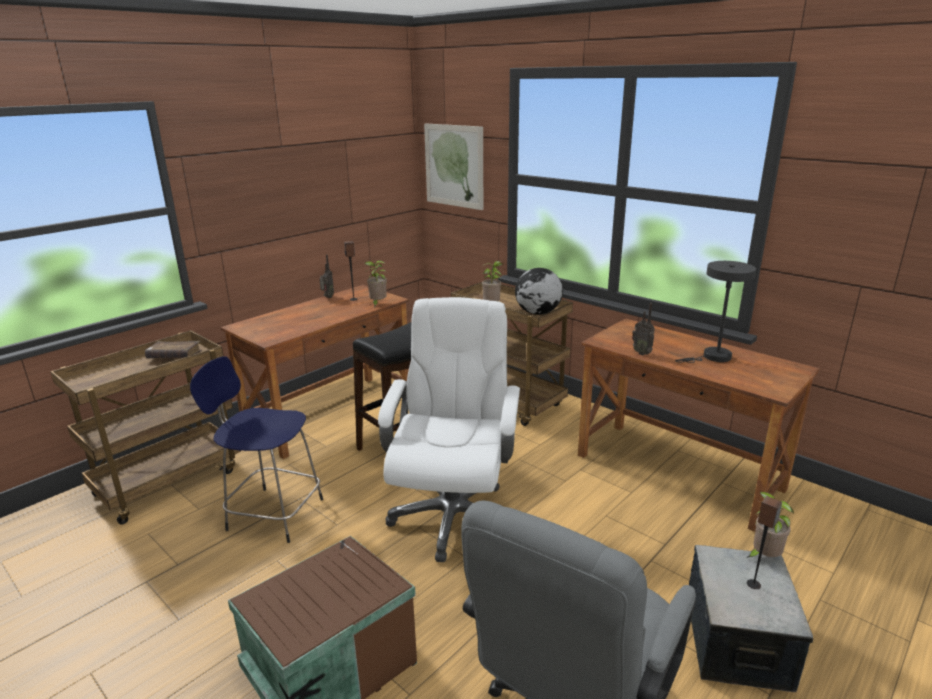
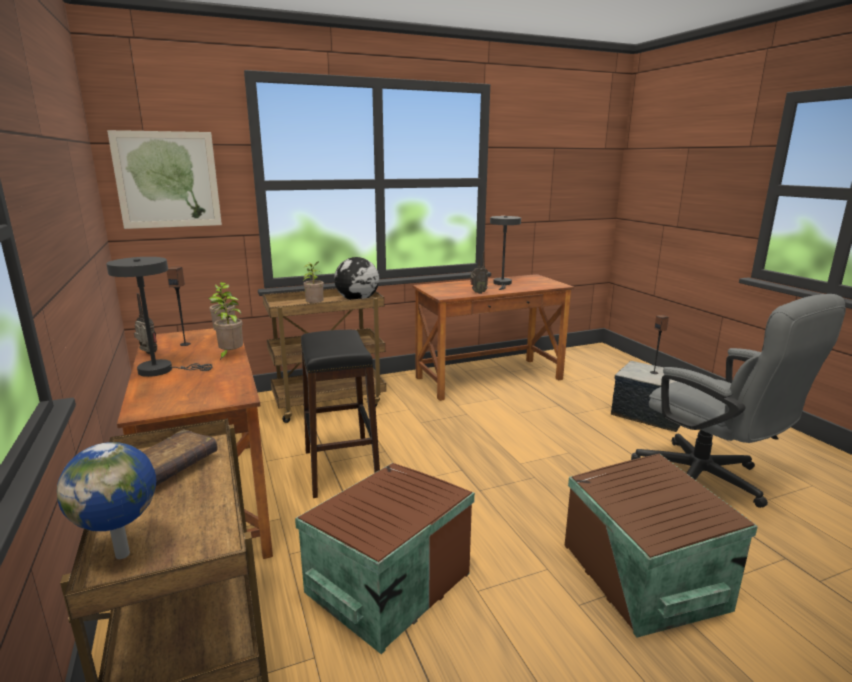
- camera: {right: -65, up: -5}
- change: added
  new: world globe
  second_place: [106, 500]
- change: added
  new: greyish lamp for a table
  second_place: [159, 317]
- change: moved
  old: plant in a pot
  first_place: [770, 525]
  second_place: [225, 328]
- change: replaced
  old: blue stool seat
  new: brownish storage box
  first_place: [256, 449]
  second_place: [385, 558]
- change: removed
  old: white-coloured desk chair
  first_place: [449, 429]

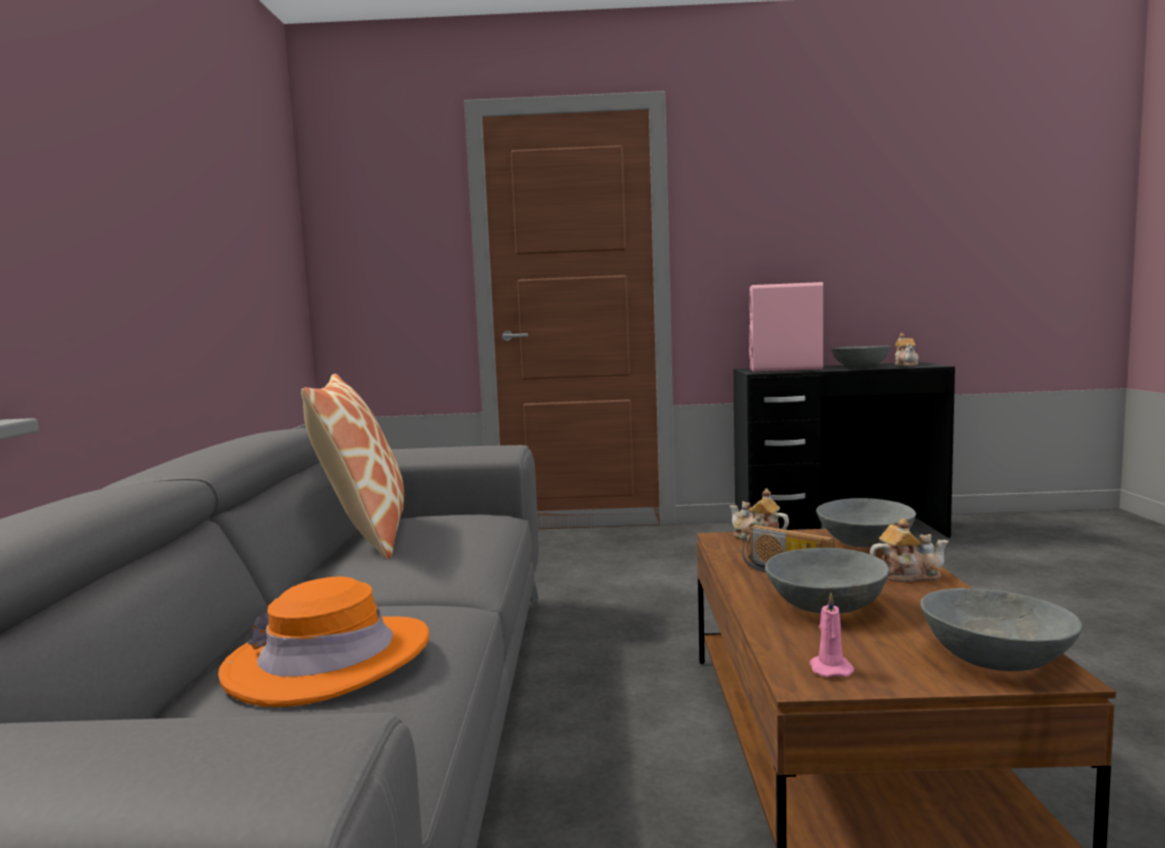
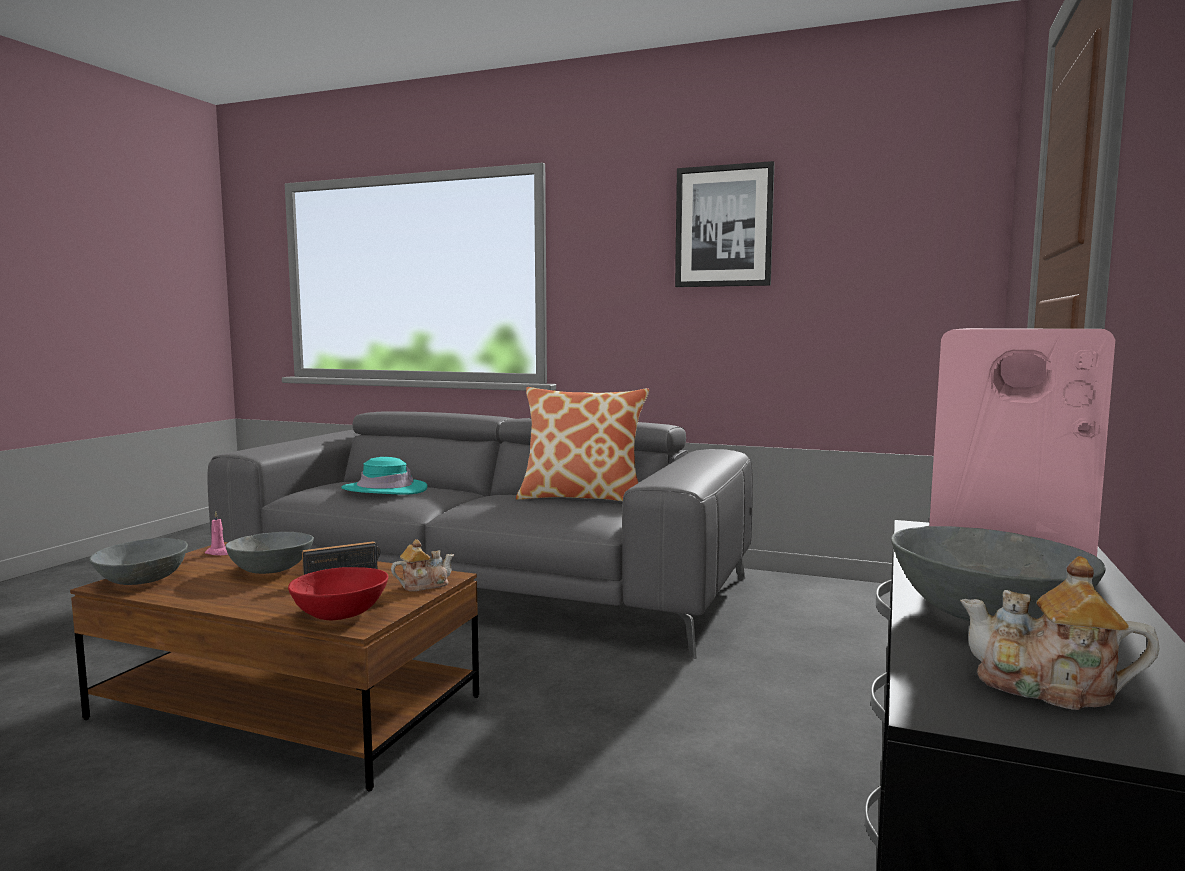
- camera: {right: 110, up: 0}
- change: recoloured
  old: greyish serving bowl
  new: reddish serving bowl
  first_place: [866, 523]
  second_place: [338, 593]
- change: recoloured
  old: orange-coloured hat
  new: turquoise-coloured hat
  first_place: [323, 641]
  second_place: [384, 476]
- change: added
  new: picture
  second_place: [725, 224]
- change: removed
  old: pot for tea
  first_place: [909, 550]

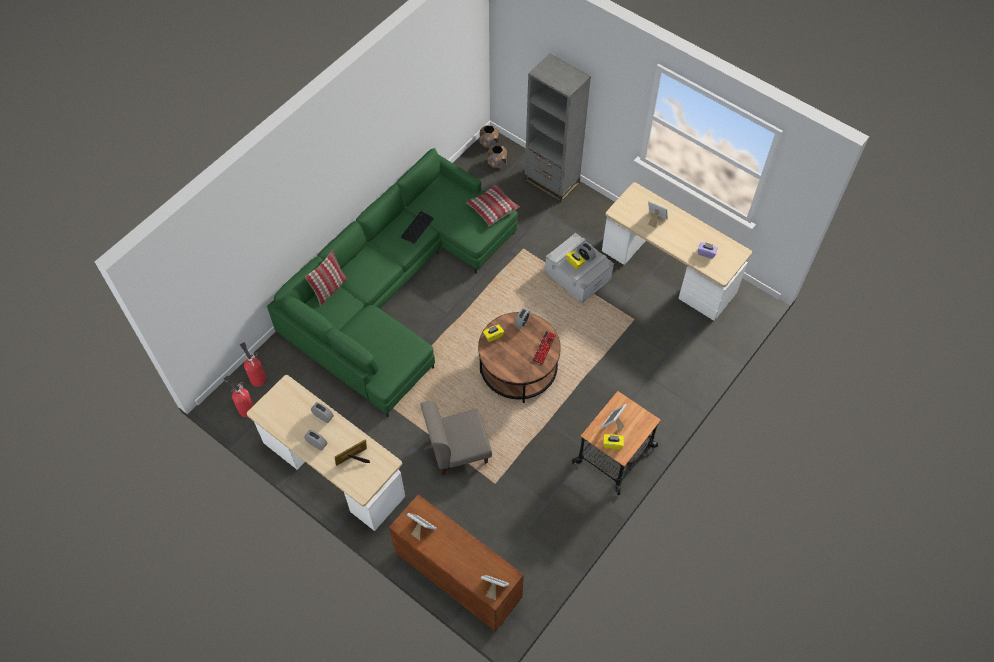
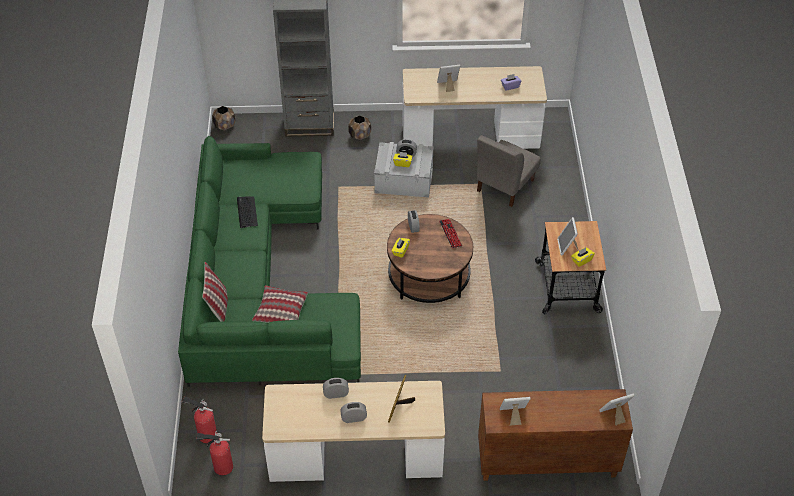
- camera: {right: -40, up: -10}
- change: moved
  old: pillow
  first_place: [493, 205]
  second_place: [280, 304]
- change: moved
  old: brownish plant pot
  first_place: [497, 156]
  second_place: [359, 128]
- change: moved
  old: greyish upright chair
  first_place: [456, 438]
  second_place: [509, 171]

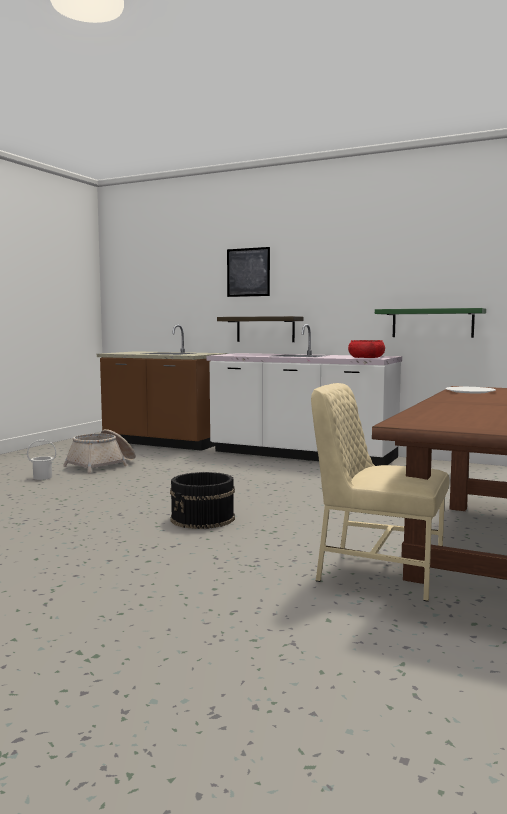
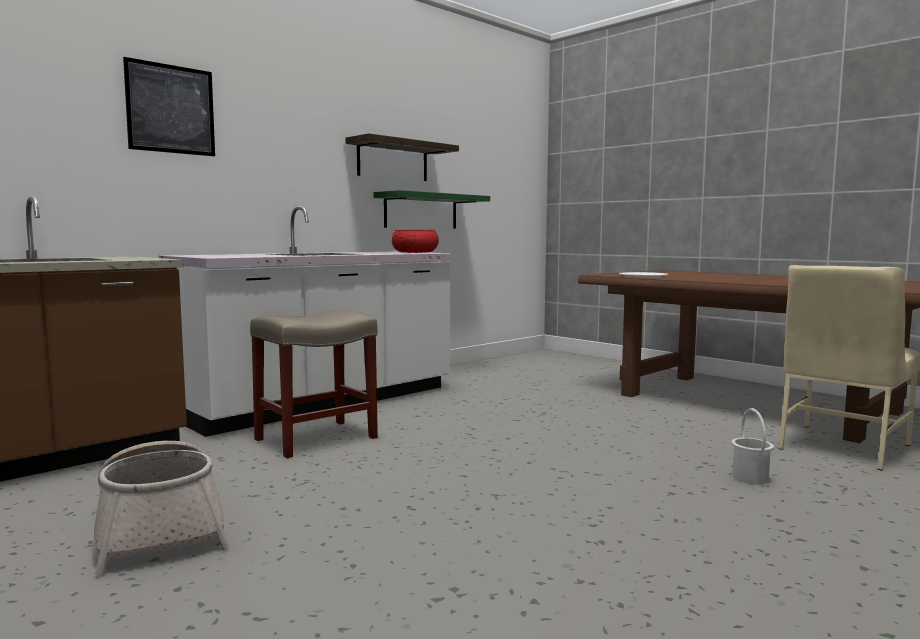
- camera: {right: -70, up: 0}
- change: added
  new: sand-coloured stool seat
  second_place: [314, 384]
- change: moved
  old: bracket shelf
  first_place: [260, 329]
  second_place: [402, 157]
- change: moved
  old: white-coloured pail
  first_place: [41, 460]
  second_place: [752, 446]
- change: removed
  old: blackish pail
  first_place: [202, 500]

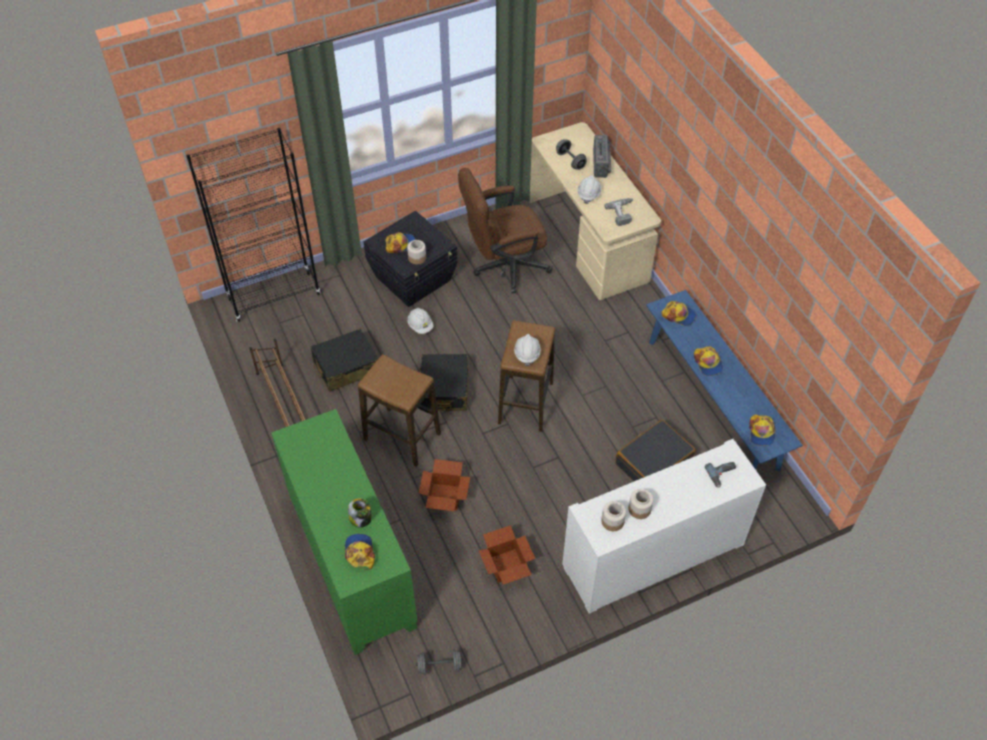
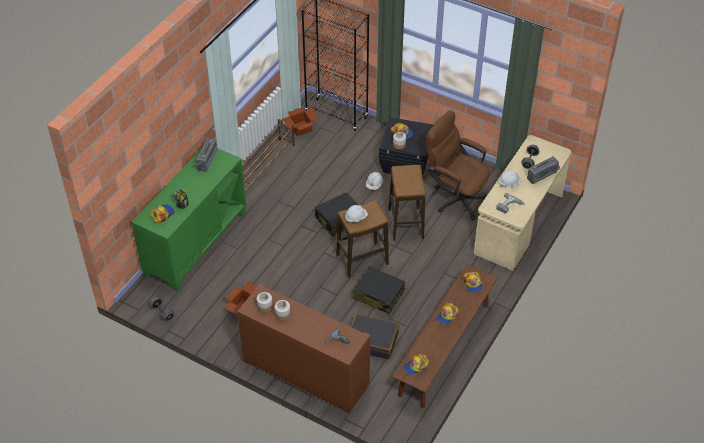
- camera: {right: 55, up: -5}
- change: added
  new: radio
  second_place: [205, 155]
- change: recoloured
  old: white-coloured cabinet
  new: brownish cabinet
  first_place: [664, 526]
  second_place: [304, 349]
- change: moved
  old: cardboard box
  first_place: [444, 485]
  second_place: [300, 121]
- change: moved
  old: blackish suitcase
  first_place: [344, 360]
  second_place: [379, 290]
- change: moved
  old: stool seat
  first_place: [399, 410]
  second_place: [407, 203]
- change: recoloured
  old: blue bench
  new: brownish bench
  first_place: [724, 380]
  second_place: [445, 336]

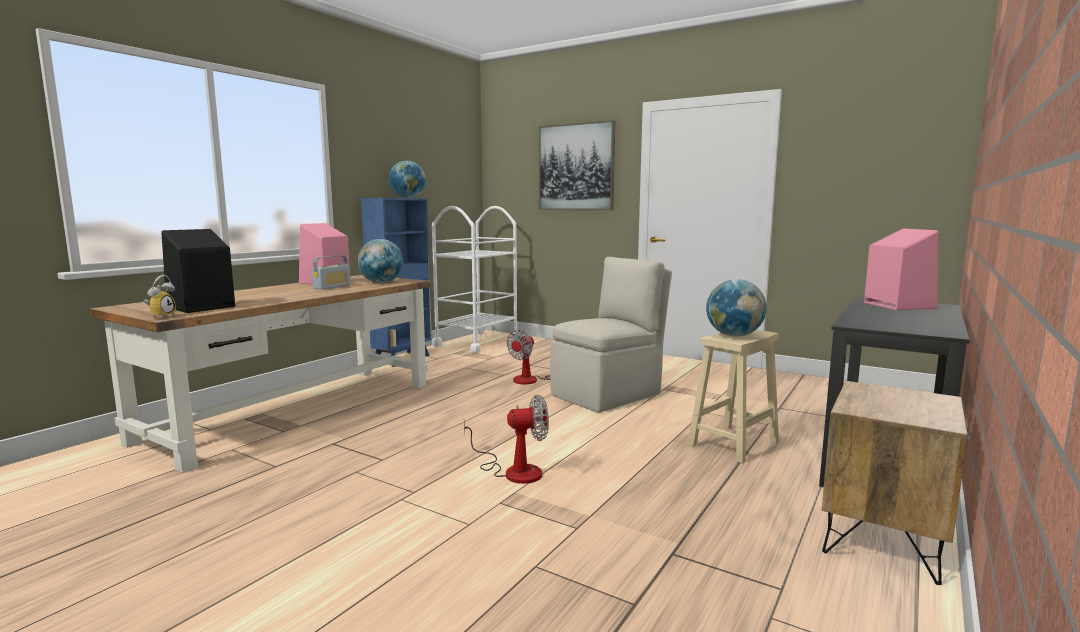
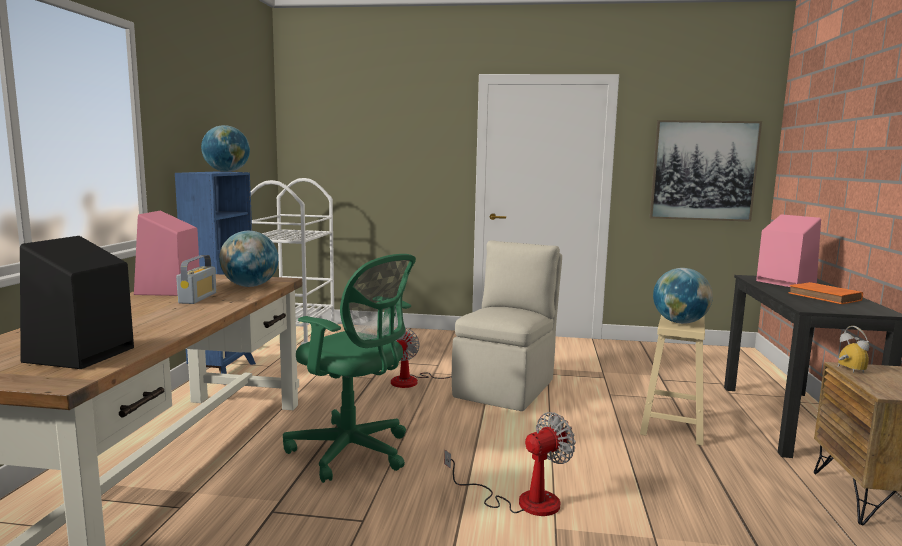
- camera: {right: -25, up: 0}
- change: added
  new: greenish desk chair
  second_place: [349, 368]
- change: moved
  old: picture
  first_place: [577, 165]
  second_place: [706, 171]
- change: added
  new: orange-coloured volume
  second_place: [826, 293]
- change: moved
  old: table clock
  first_place: [160, 297]
  second_place: [853, 349]

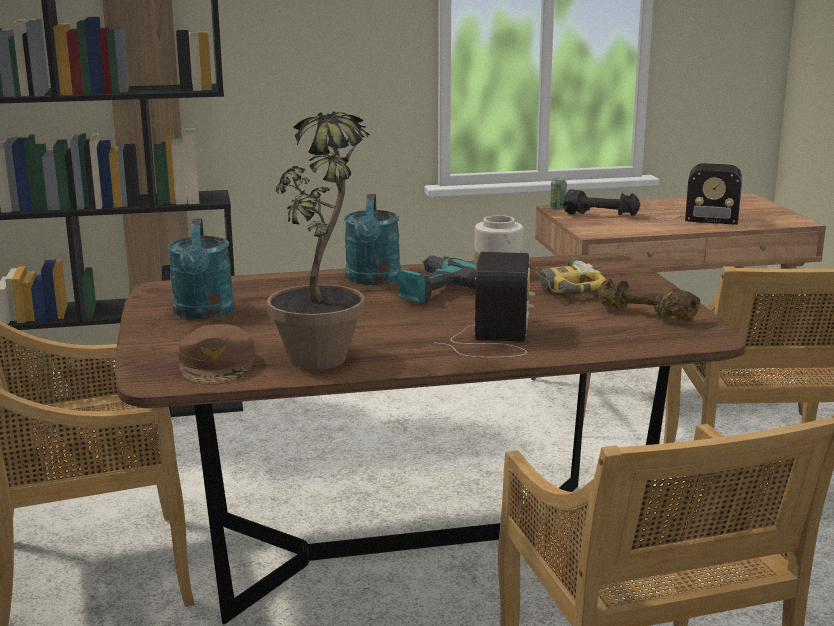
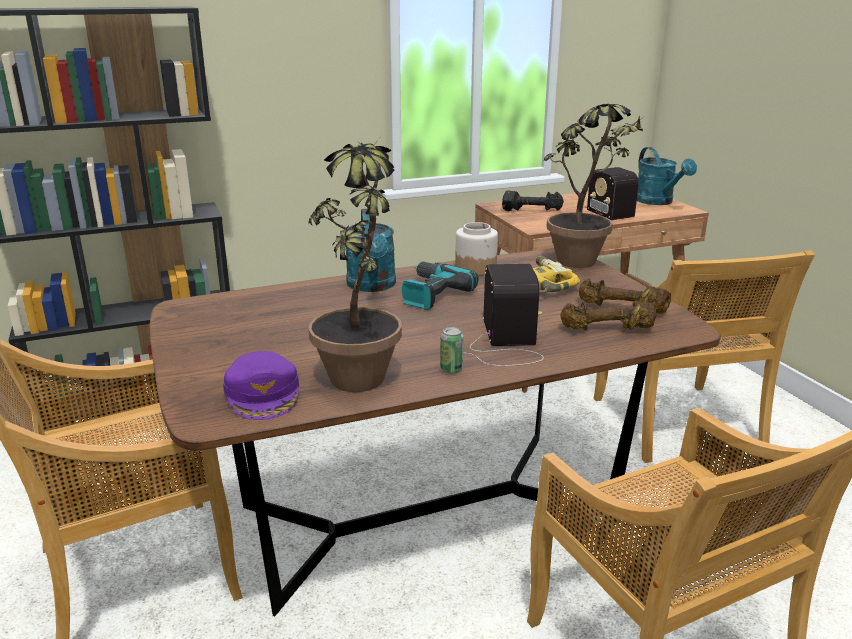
- camera: {right: -10, up: 5}
- change: recoloured
  old: brownish cap
  new: purplish cap
  first_place: [217, 354]
  second_place: [261, 385]
- change: moved
  old: metal can
  first_place: [558, 193]
  second_place: [452, 350]
- change: added
  new: plant in a pot
  second_place: [594, 186]
- change: added
  new: brownish dumbbell
  second_place: [608, 316]
- change: turned
  old: radio
  first_place: [697, 194]
  second_place: [607, 193]
  degrees: 60
- change: moved
  old: turquoise-coloured watering pot
  first_place: [201, 268]
  second_place: [667, 176]

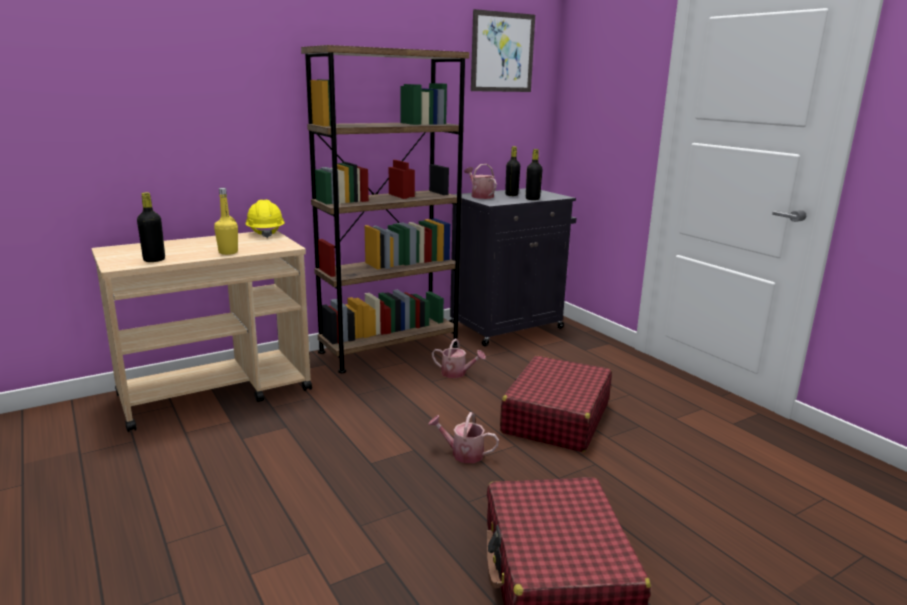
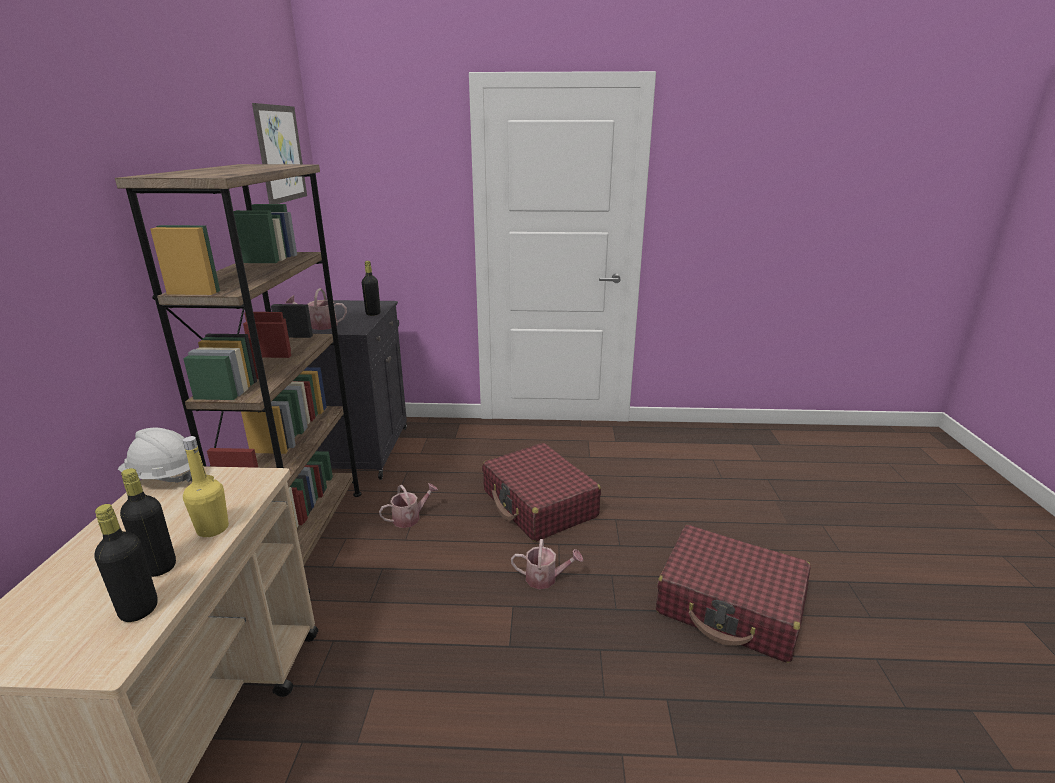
- camera: {right: -55, up: 5}
- change: recoloured
  old: yellow work helmet
  new: white-coloured work helmet
  first_place: [265, 219]
  second_place: [155, 455]
- change: moved
  old: blackish bottle
  first_place: [512, 171]
  second_place: [148, 522]
- change: turned
  old: watering pot
  first_place: [463, 437]
  second_place: [547, 564]
  degrees: -135

